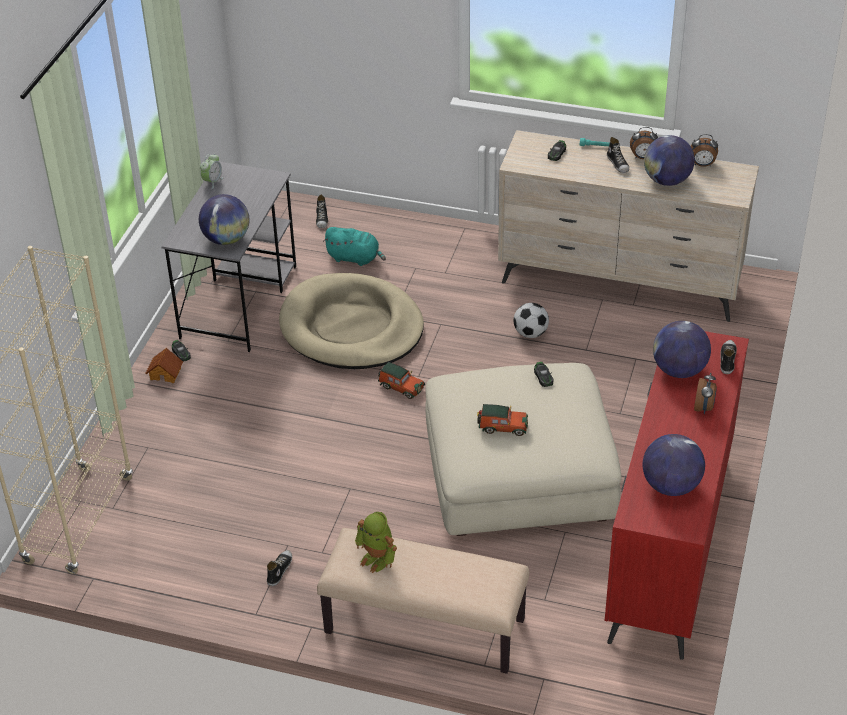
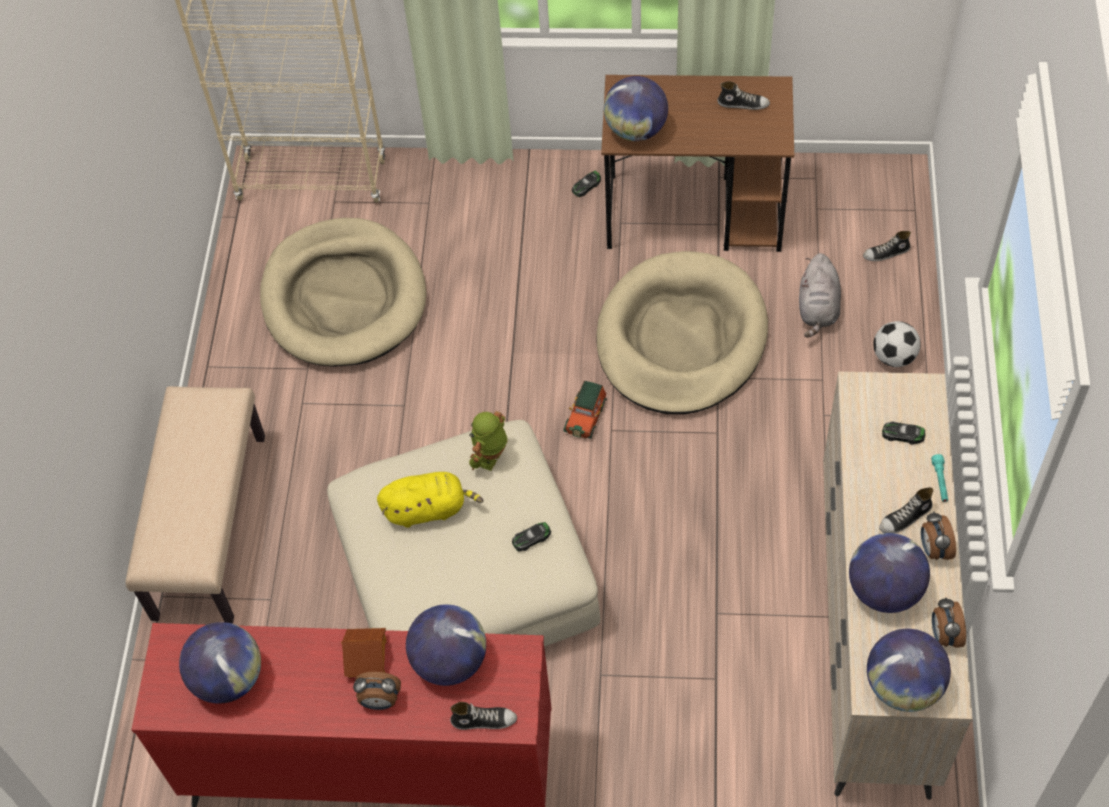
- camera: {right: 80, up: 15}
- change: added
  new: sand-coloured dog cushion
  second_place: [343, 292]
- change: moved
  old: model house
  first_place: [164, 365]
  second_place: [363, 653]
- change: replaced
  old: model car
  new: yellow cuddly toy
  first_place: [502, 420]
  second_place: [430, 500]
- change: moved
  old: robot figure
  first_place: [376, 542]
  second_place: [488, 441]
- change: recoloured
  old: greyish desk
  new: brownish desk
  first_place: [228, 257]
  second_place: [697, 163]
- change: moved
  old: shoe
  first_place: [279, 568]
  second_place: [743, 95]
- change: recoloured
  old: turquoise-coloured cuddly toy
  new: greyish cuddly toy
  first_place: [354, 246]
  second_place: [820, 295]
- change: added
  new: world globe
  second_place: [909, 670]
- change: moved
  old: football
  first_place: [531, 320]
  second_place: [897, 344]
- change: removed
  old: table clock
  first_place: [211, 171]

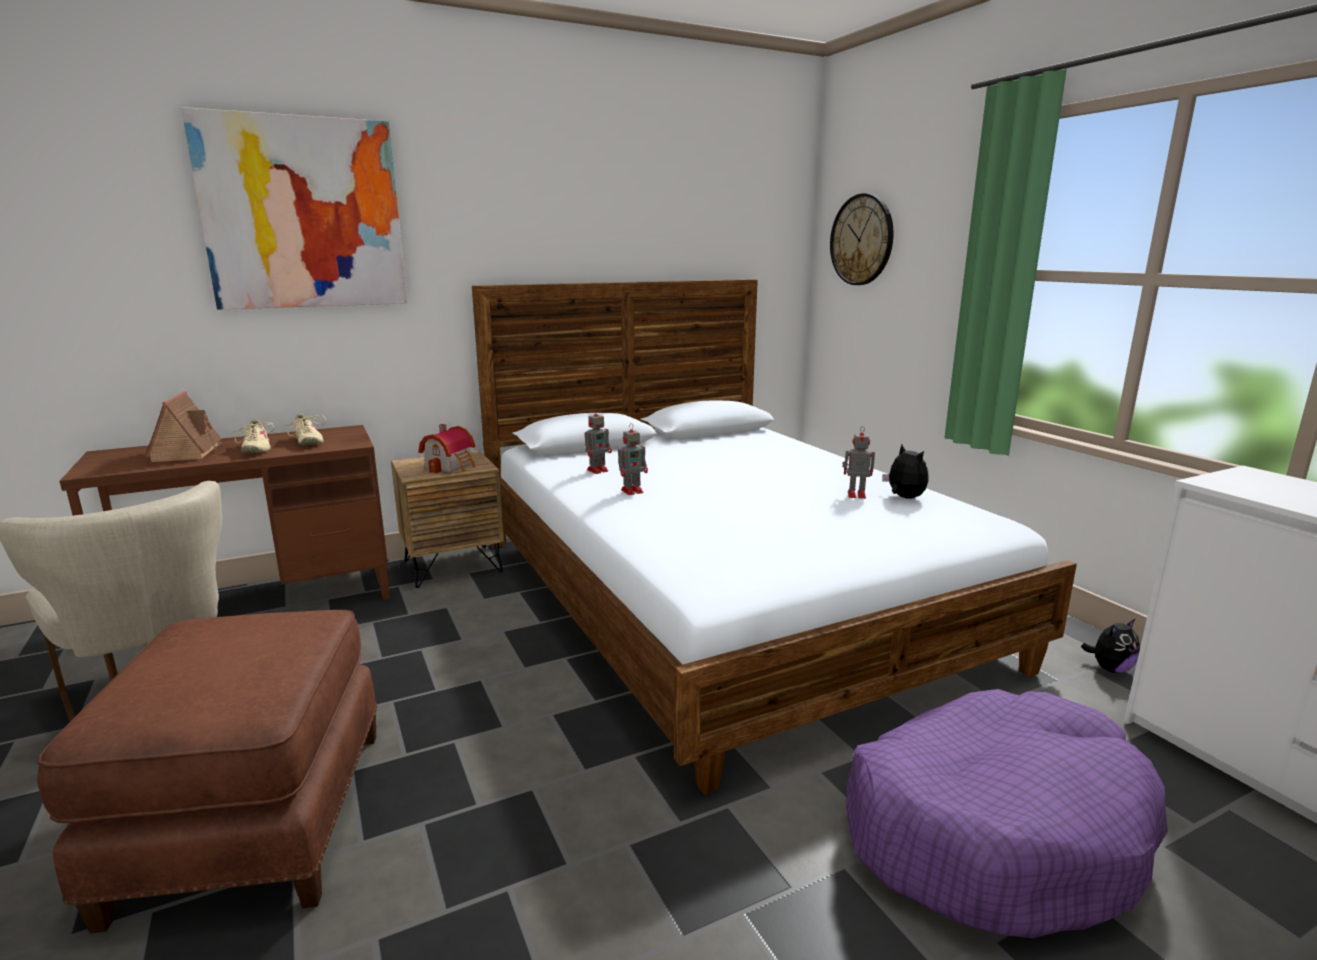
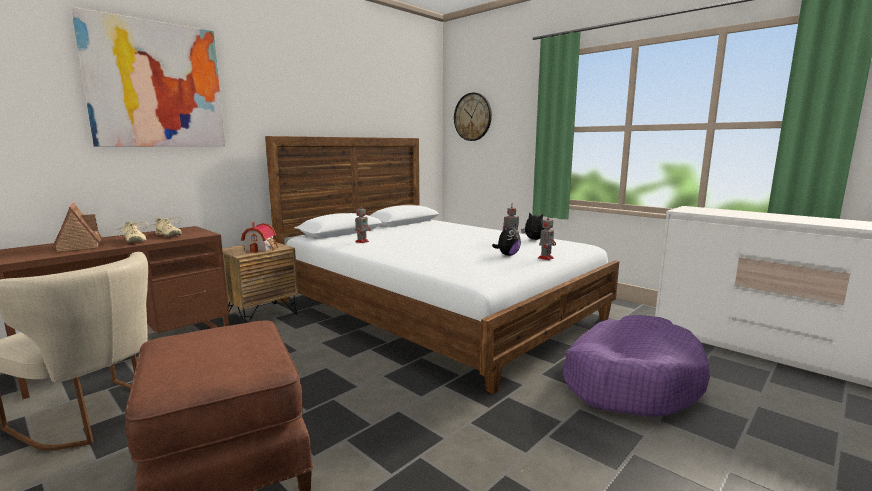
- camera: {right: -20, up: -5}
- change: moved
  old: cuddly toy
  first_place: [1110, 646]
  second_place: [506, 240]
- change: moved
  old: robot figure
  first_place: [633, 459]
  second_place: [547, 237]

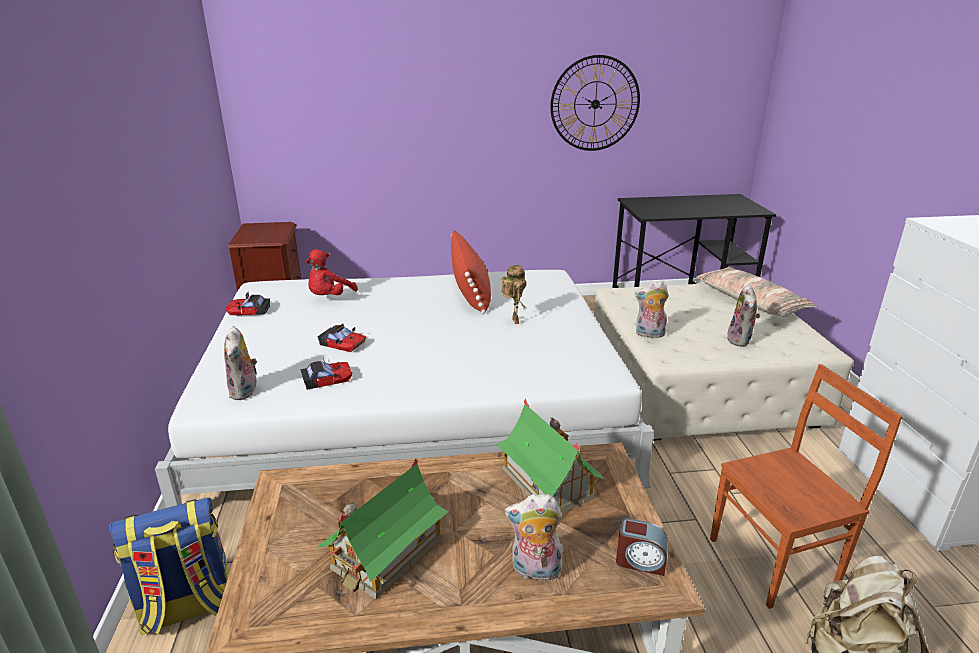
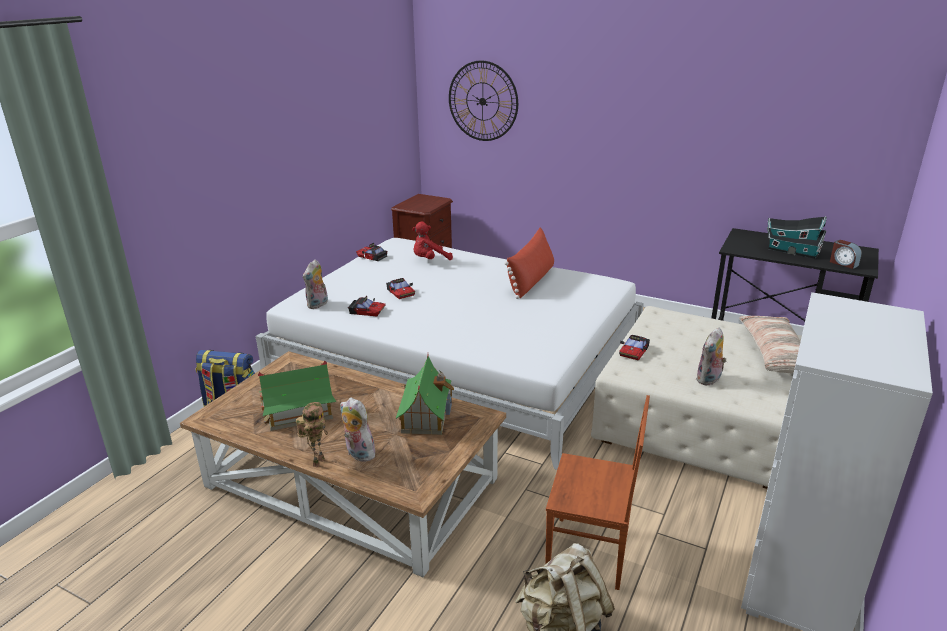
- camera: {right: 35, up: 0}
- change: moved
  old: robot figure
  first_place: [514, 294]
  second_place: [312, 434]
- change: moved
  old: wall clock
  first_place: [595, 103]
  second_place: [483, 100]
- change: replaced
  old: cuddly toy
  new: model car
  first_place: [652, 309]
  second_place: [634, 348]
- change: added
  new: model house
  second_place: [797, 237]
- change: moved
  old: table clock
  first_place: [642, 547]
  second_place: [846, 254]

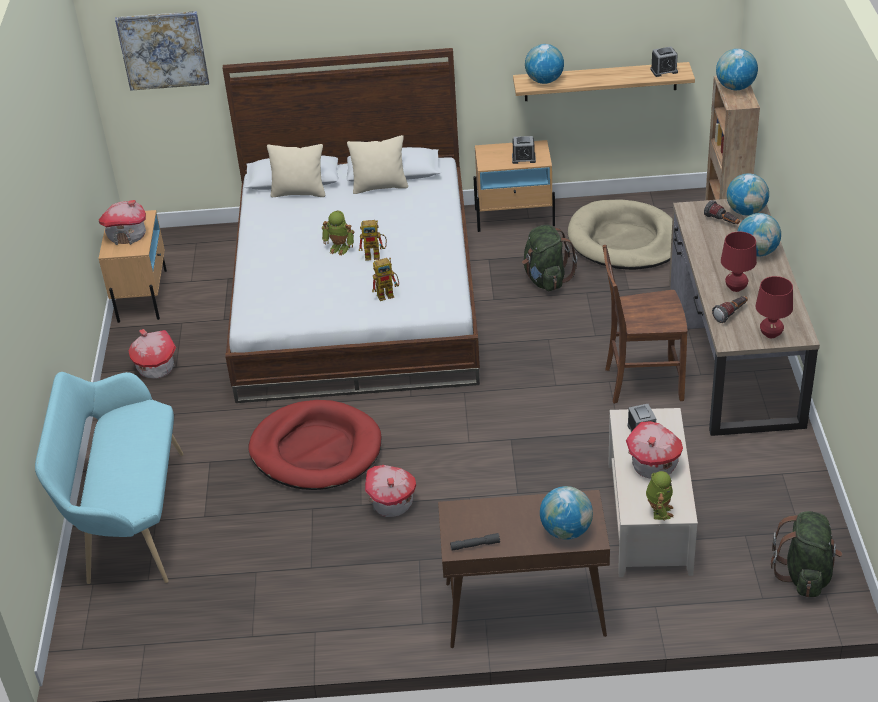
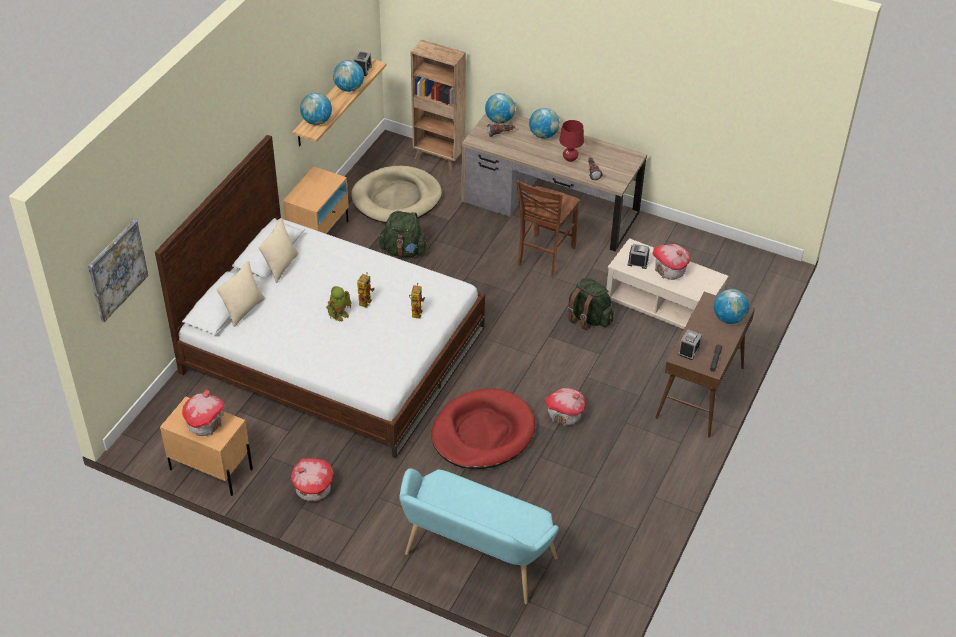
- camera: {right: -65, up: 5}
- change: moved
  old: world globe
  first_place: [737, 69]
  second_place: [348, 76]
- change: moved
  old: greenish backpack
  first_place: [806, 554]
  second_place: [590, 304]
- change: moved
  old: table clock
  first_place: [524, 150]
  second_place: [690, 344]
- change: removed
  old: robot figure
  first_place: [660, 495]
- change: removed
  old: reddish lamp for a table
  first_place: [774, 307]

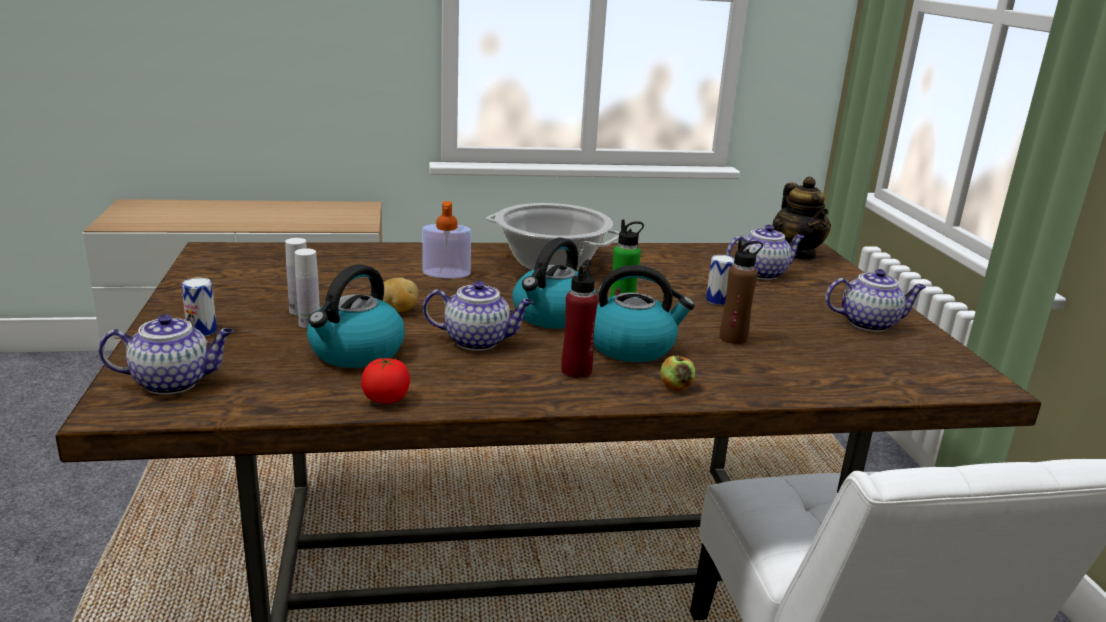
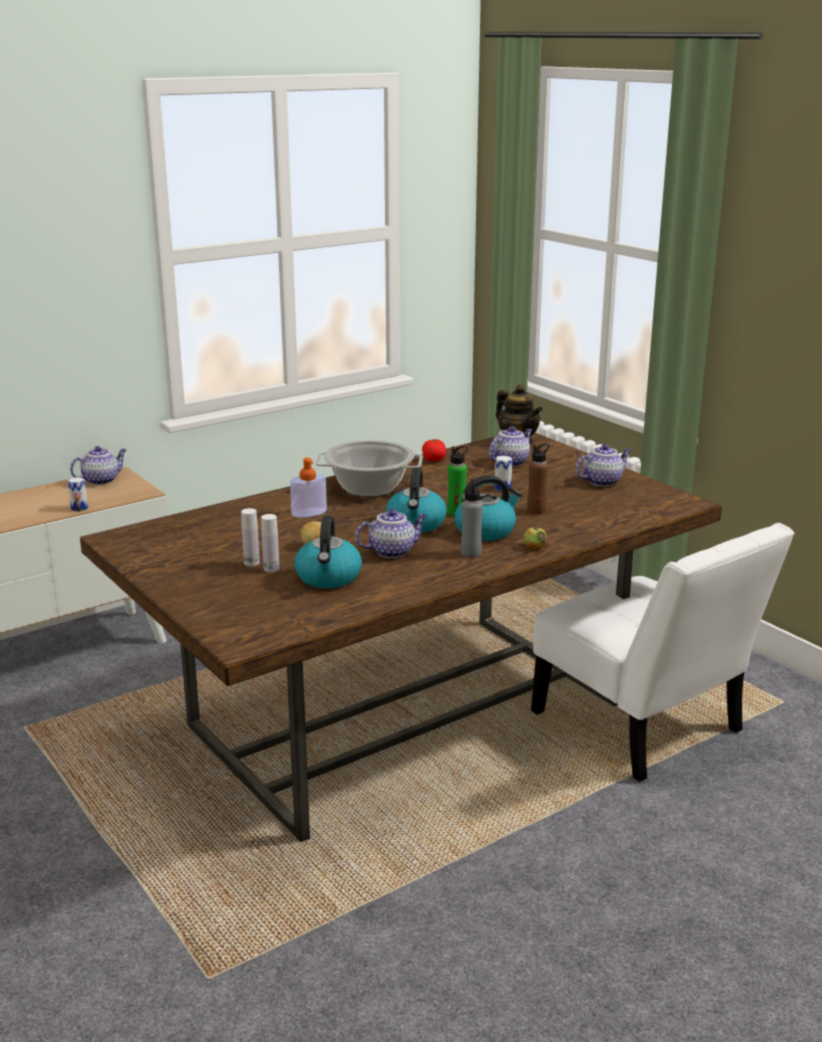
- camera: {right: -25, up: 0}
- change: moved
  old: metal can
  first_place: [199, 307]
  second_place: [78, 494]
- change: moved
  old: pot for tea
  first_place: [166, 354]
  second_place: [98, 465]
- change: moved
  old: fresh tomato
  first_place: [385, 380]
  second_place: [434, 450]
- change: recoloured
  old: reddish bottle
  new: greyish bottle
  first_place: [579, 319]
  second_place: [472, 518]

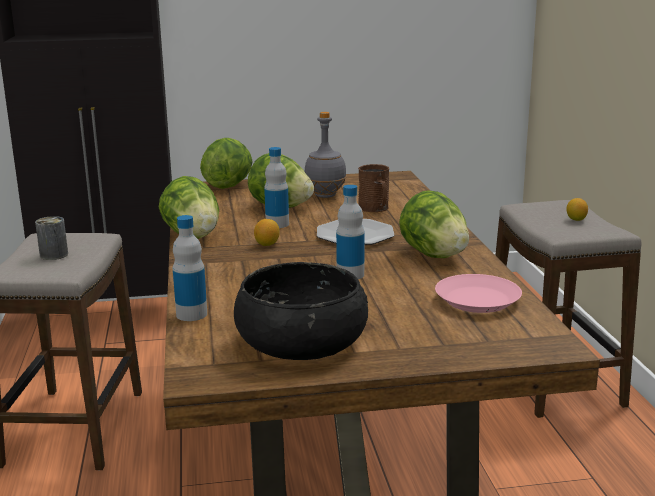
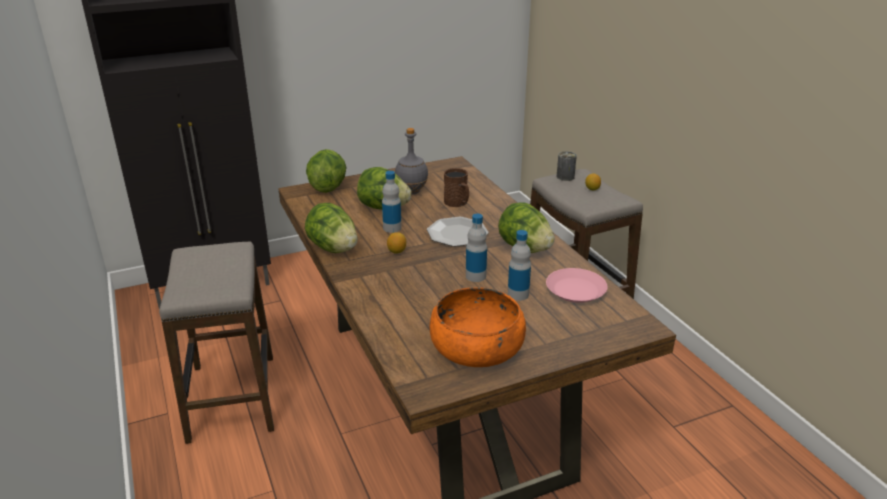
- camera: {right: -15, up: 10}
- change: recoloured
  old: blackish serving bowl
  new: orange-coloured serving bowl
  first_place: [301, 311]
  second_place: [478, 327]
- change: moved
  old: bottle
  first_place: [190, 268]
  second_place: [519, 265]
- change: moved
  old: metal can
  first_place: [51, 238]
  second_place: [567, 166]

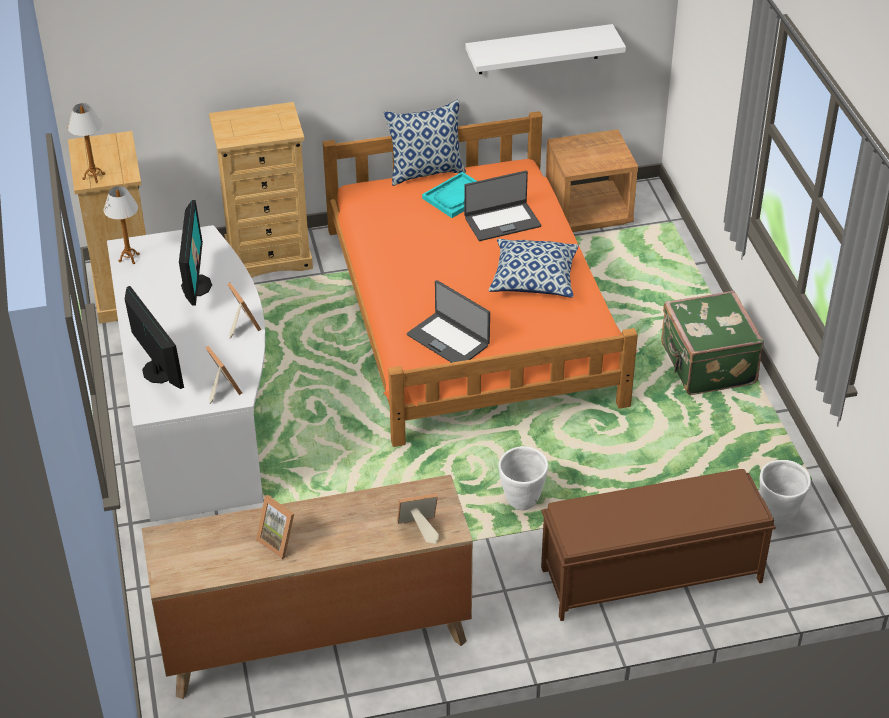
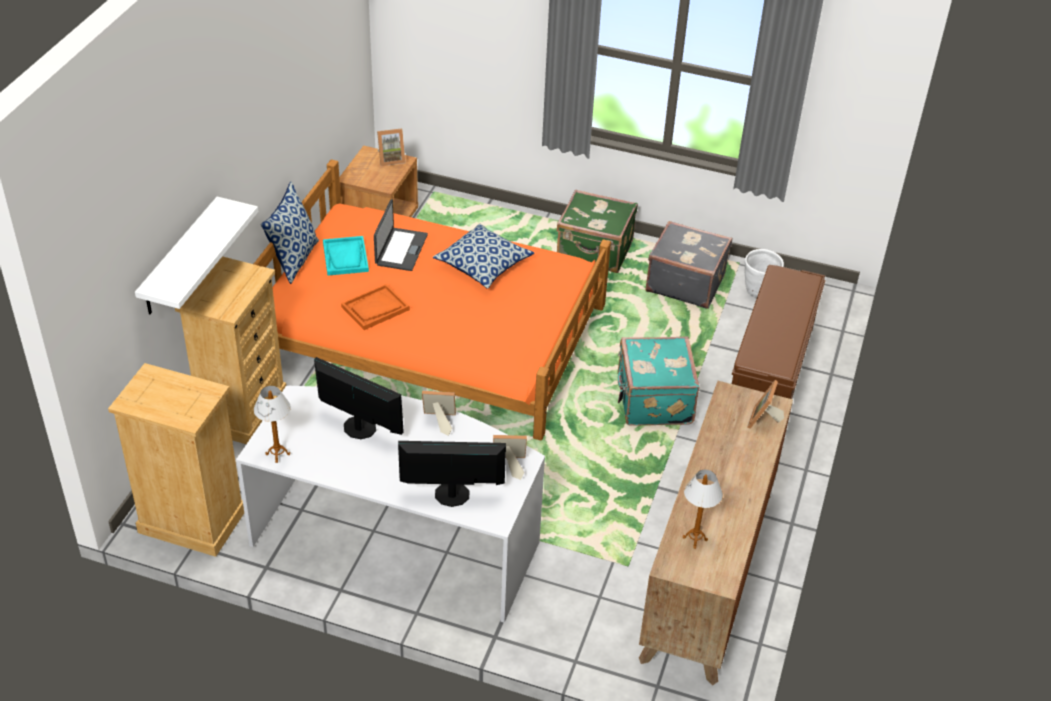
- camera: {right: -60, up: 0}
- change: moved
  old: white-coloured bracket shelf
  first_place: [545, 49]
  second_place: [196, 255]
- change: added
  new: orange-coloured serving tray
  second_place: [375, 307]
- change: moved
  old: photo frame
  first_place: [275, 527]
  second_place: [391, 147]
- change: replaced
  old: white-coloured plant pot
  new: turquoise-coloured suitcase
  first_place: [523, 478]
  second_place: [659, 381]
- change: added
  new: greyish suitcase
  second_place: [689, 265]
- change: moved
  old: lamp for a table
  first_place: [86, 143]
  second_place: [703, 509]
- change: removed
  old: notebook computer
  first_place: [448, 321]

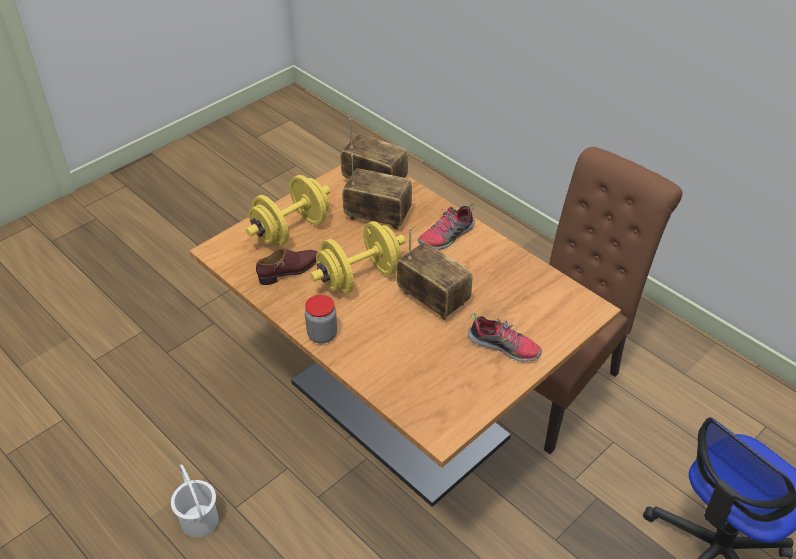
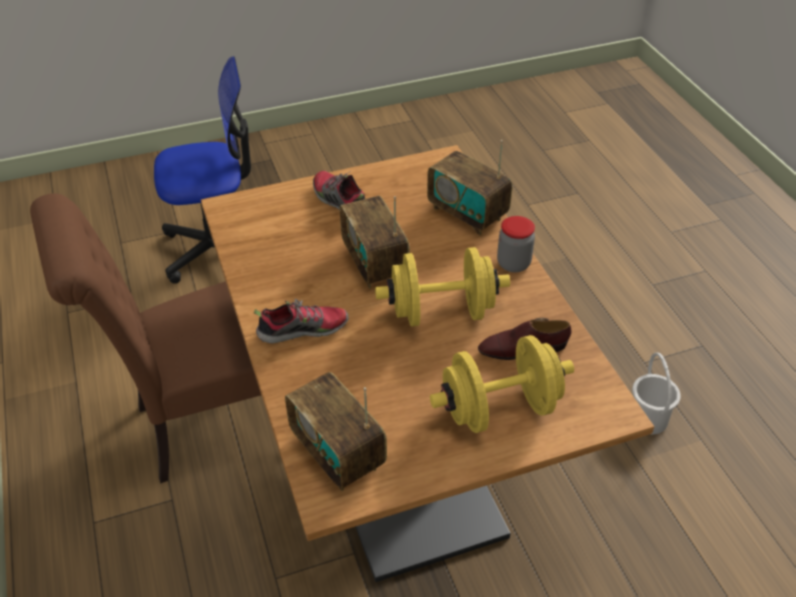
- camera: {right: -155, up: 0}
- change: moved
  old: radio
  first_place: [377, 192]
  second_place: [469, 187]

